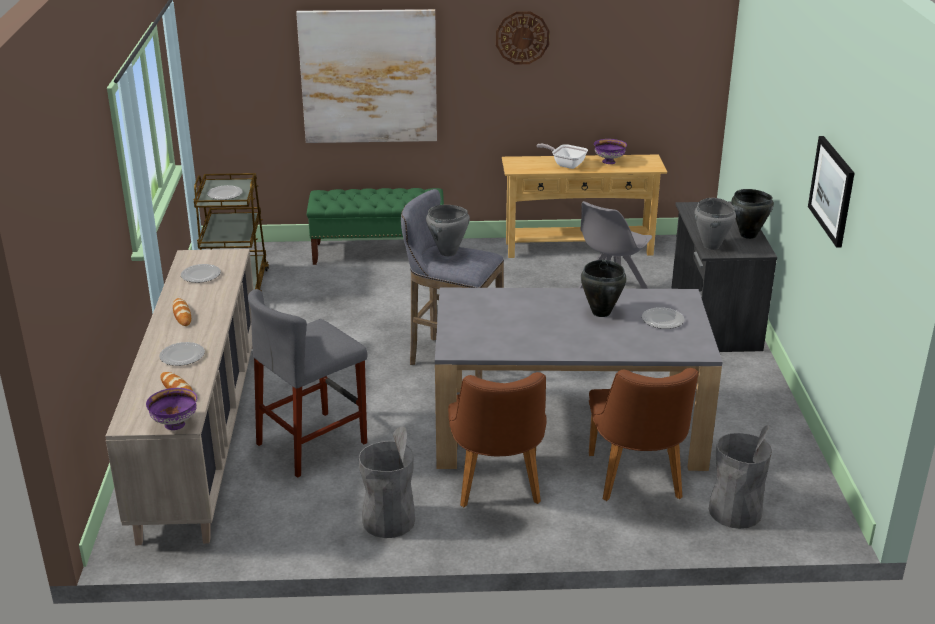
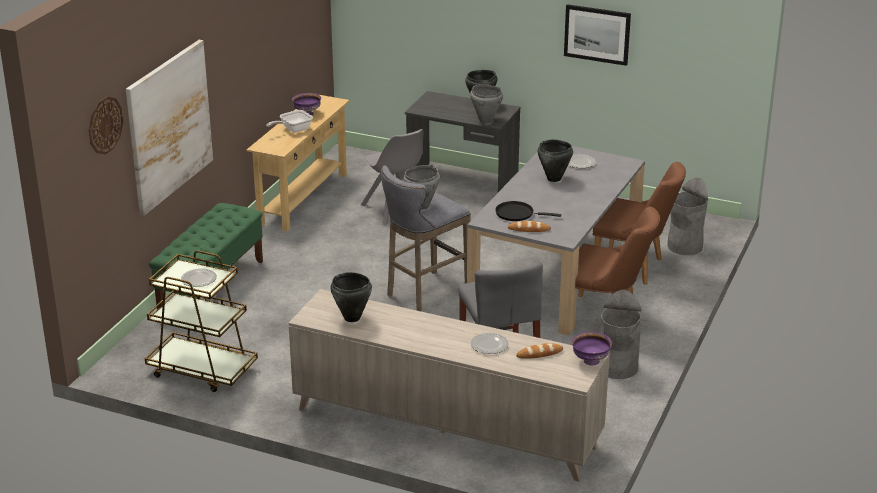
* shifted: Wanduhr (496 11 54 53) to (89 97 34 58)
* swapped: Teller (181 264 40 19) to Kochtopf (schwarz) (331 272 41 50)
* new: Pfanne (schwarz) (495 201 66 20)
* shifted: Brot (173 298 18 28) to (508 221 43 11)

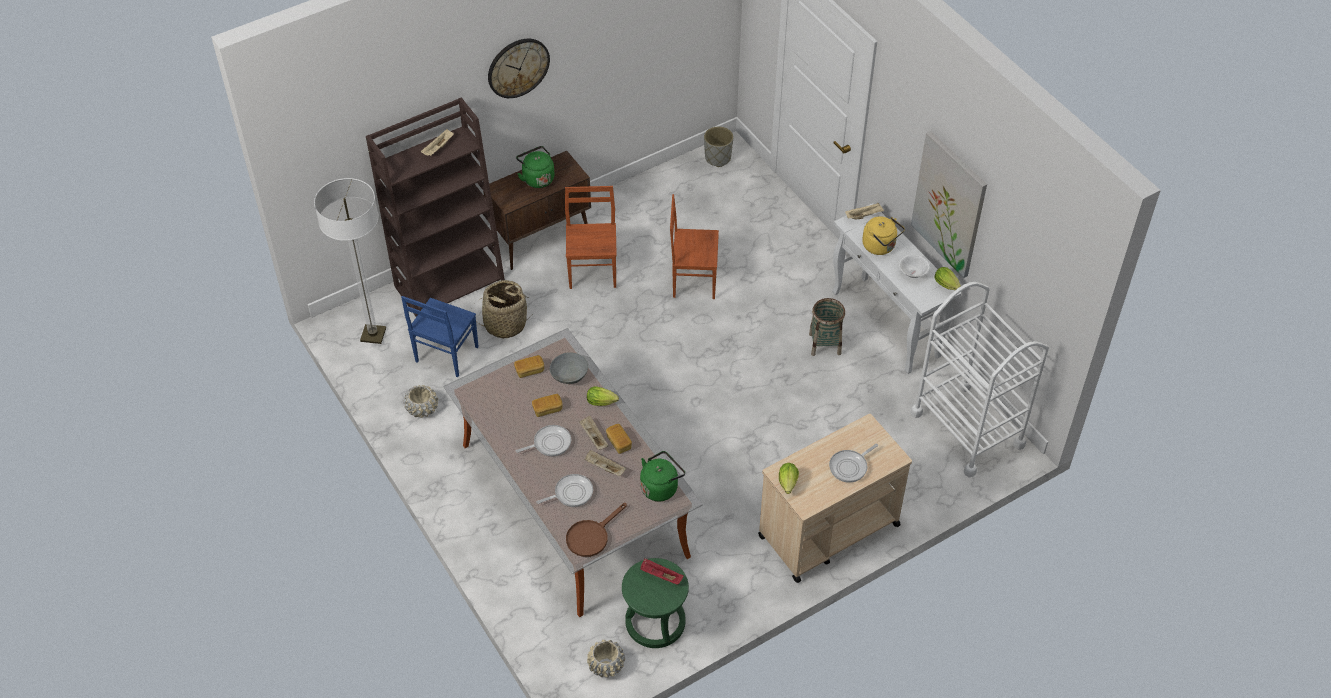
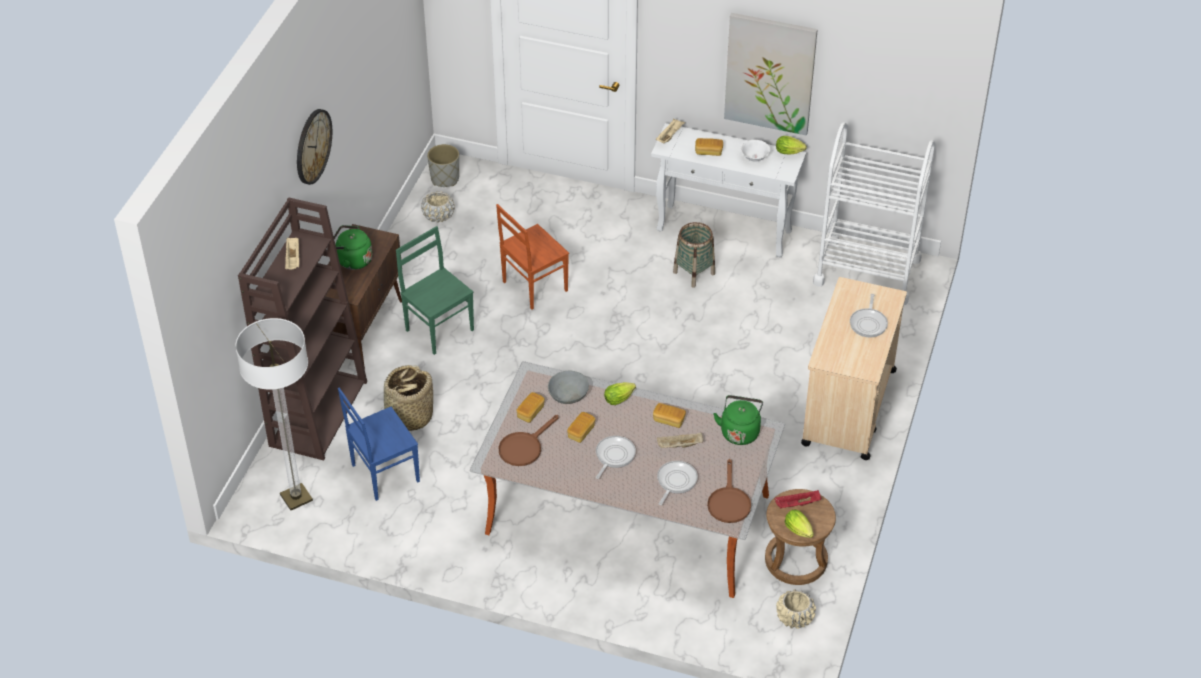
* rotated: Stuhl (blau) (401 296 78 81) = (338 388 82 113) 75 degrees clockwise
* repainted: Stuhl (braun) (565 186 52 103) to Stuhl (grün) (396 226 78 129)
* shifted: Pflanzkübel (beige) (404 385 34 33) to (421 192 34 31)
* new: Pfanne (braun) (499 415 59 51)
* swapped: Wasserkessel (gelb) (862 217 43 38) to Brot (695 138 28 18)
* repainted: Hocker (grün) (622 558 67 90) to Hocker (braun) (765 489 71 96)
* shifted: Salatkopf (779 463 20 31) to (785 510 29 28)
* gone: Tablett (beige) (579 416 29 34)

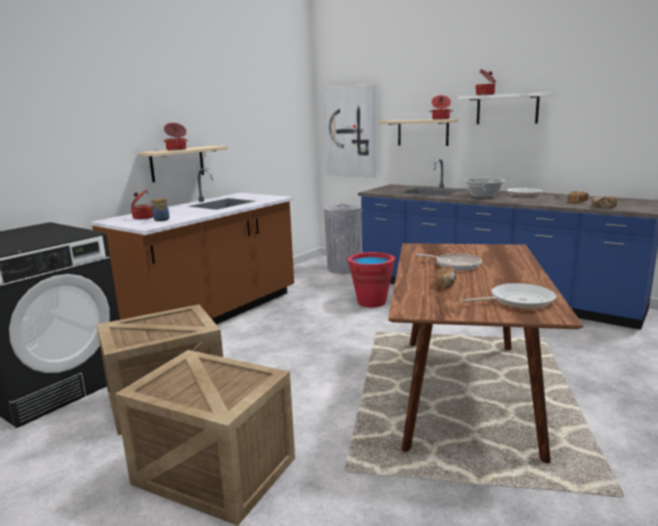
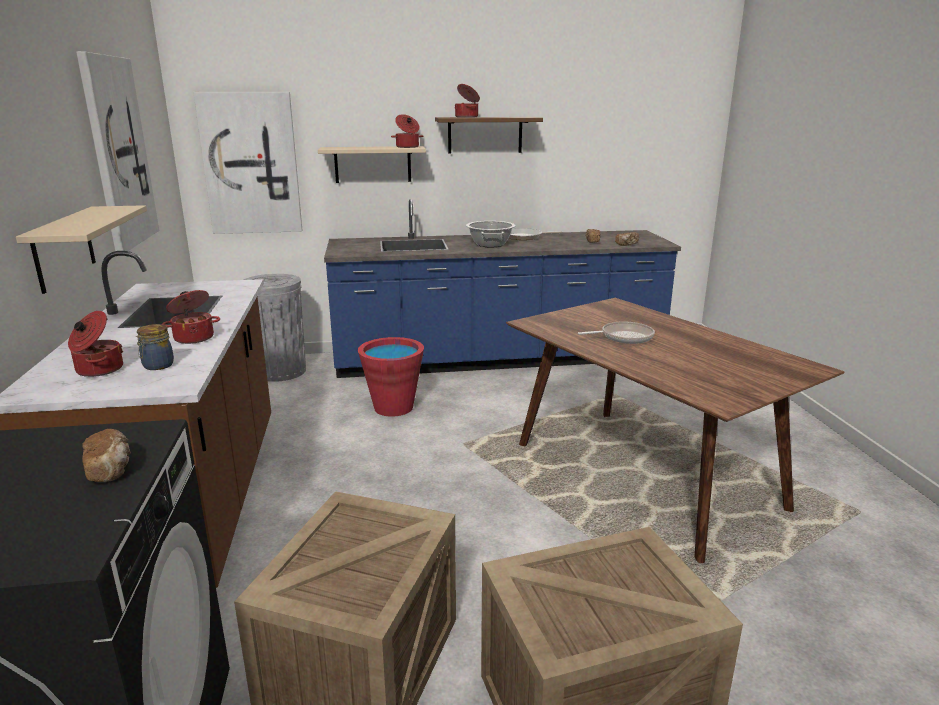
* new: Bild (76 51 83 200)
* shifted: Brot (436 266 21 22) to (82 429 49 53)
* shifted: Kochtopf (164 123 24 28) to (162 290 58 54)
* repainted: Wandregal (weiß) (457 92 94 32) to Wandregal (braun) (435 117 108 36)
* gone: Pfanne (461 283 95 26)

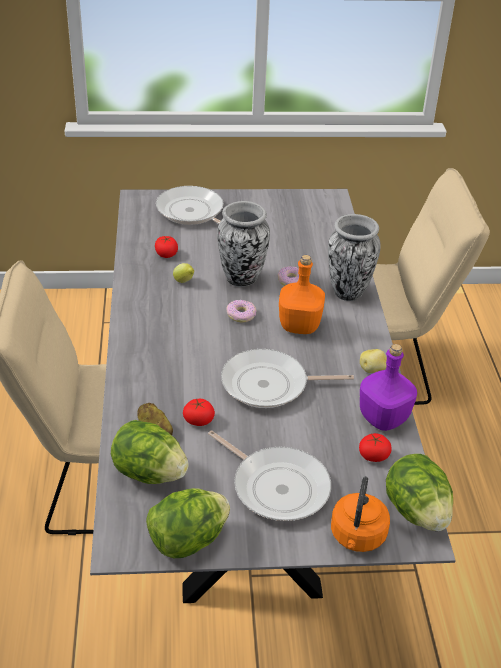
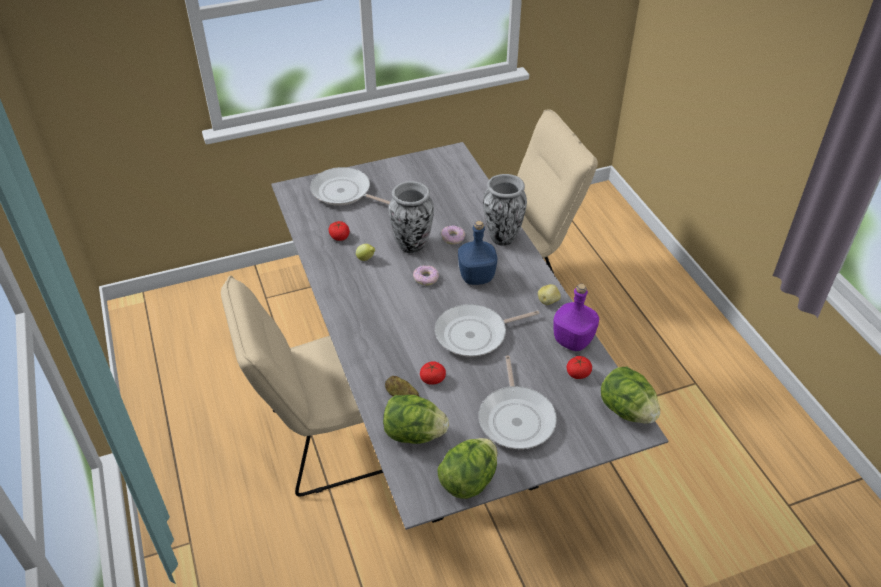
* repainted: Flasche (orange) (279 255 46 79) to Flasche (blau) (458 221 39 64)
* rotated: Pfanne (208 430 123 91) = (479 355 78 94) 60 degrees clockwise
* gone: Wasserkessel (orange) (331 477 59 75)

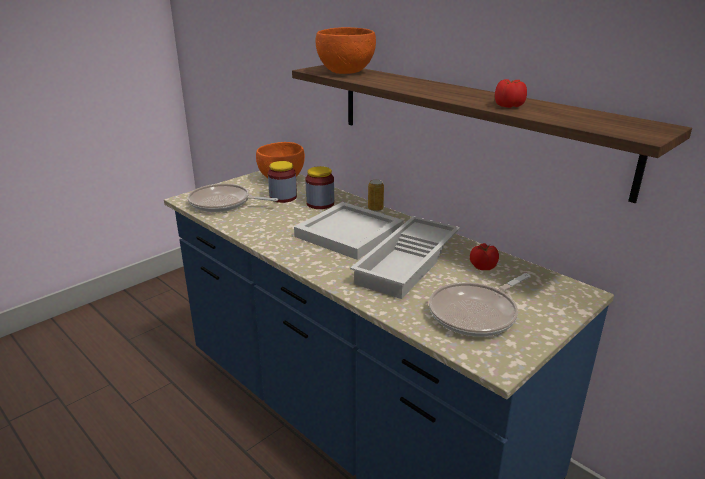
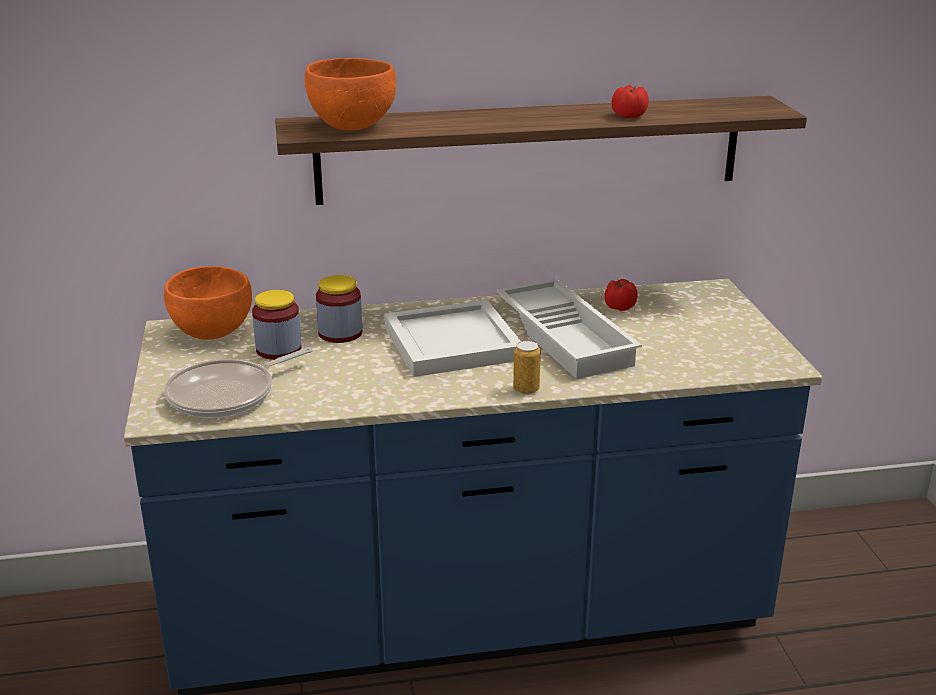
* shifted: Dose (368 180 16 32) to (513 341 28 54)
* gone: Pfanne (429 273 102 64)

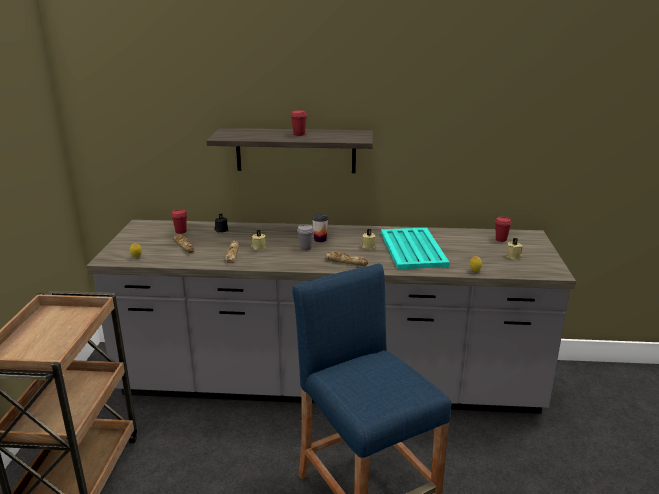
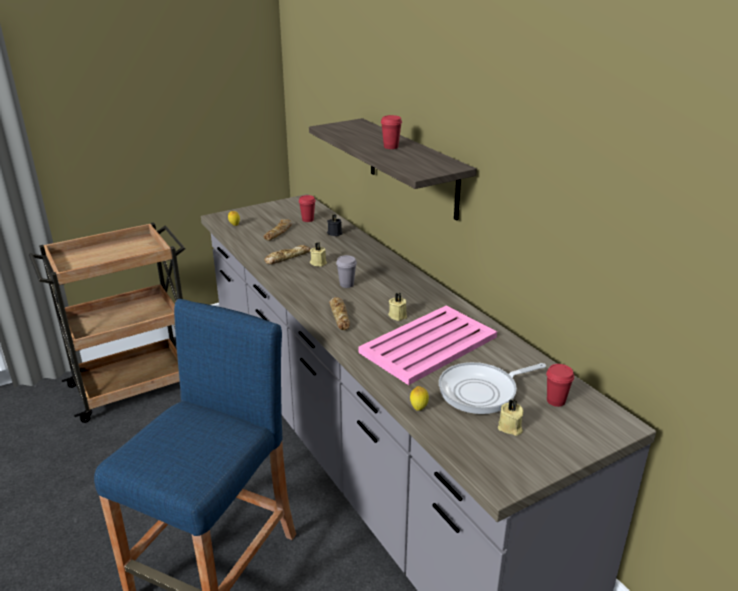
* repainted: Tablett (türkis) (381 228 69 41) to Tablett (rosa) (358 306 139 79)
* new: Pfanne (439 362 107 52)
* gone: Tasse (312 213 17 29)

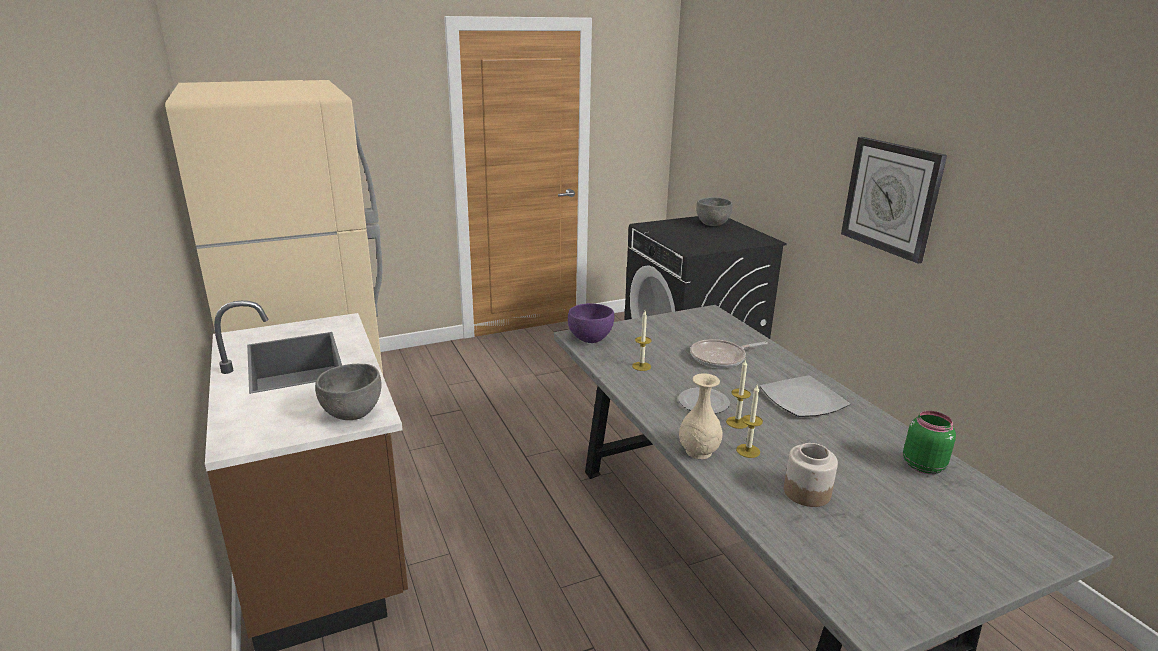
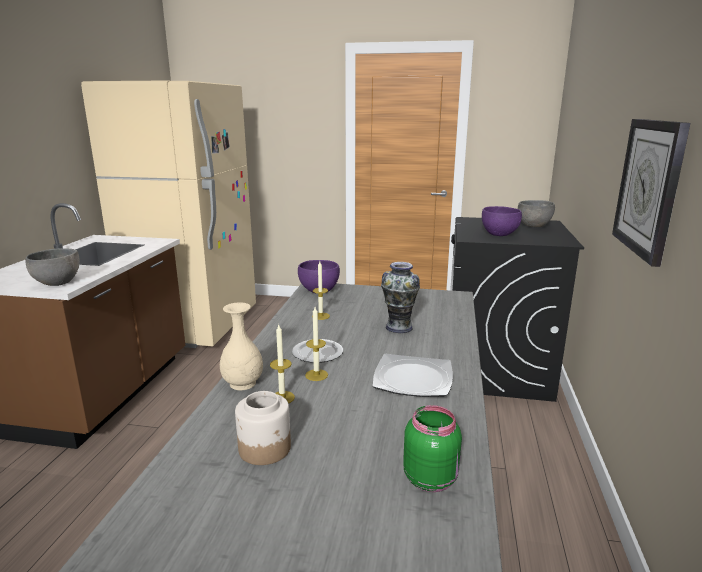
* swapped: Pfanne (690 339 78 29) to Vase (381 262 39 71)
* new: Schüssel (lila) (482 206 40 30)

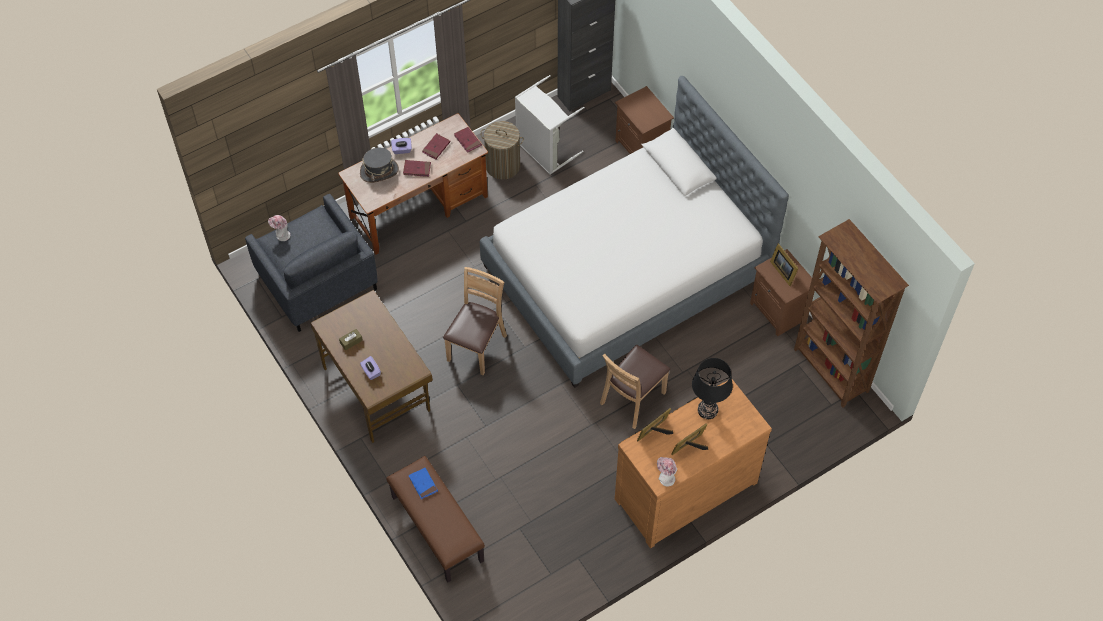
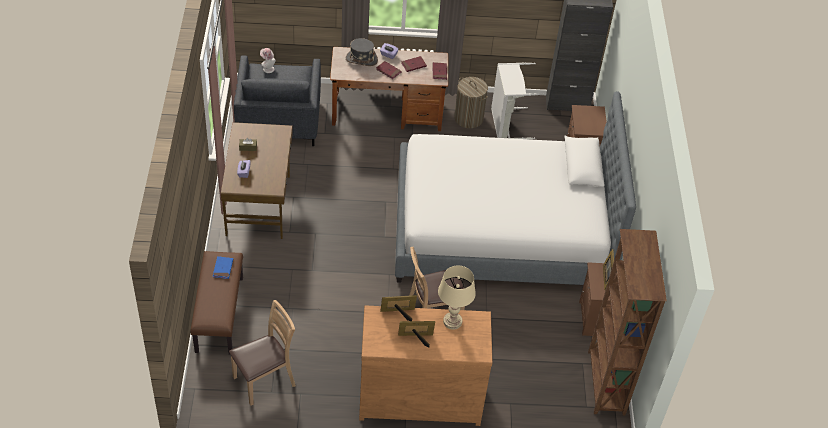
* shifted: Stuhl (braun) (443 267 64 109) to (229 300 67 106)
* repainted: Tischlampe (schwarz) (692 358 41 61) to Tischlampe (beige) (438 265 38 65)
* gone: Hut (657 457 20 30)

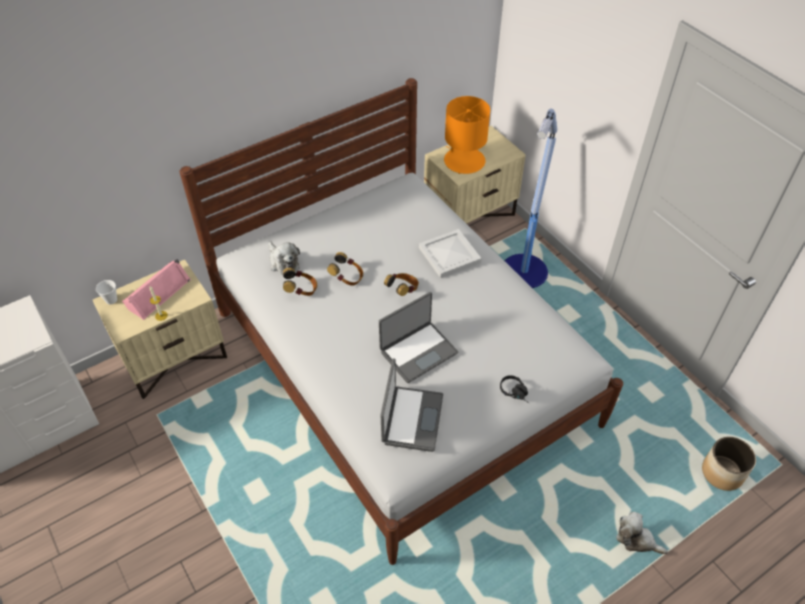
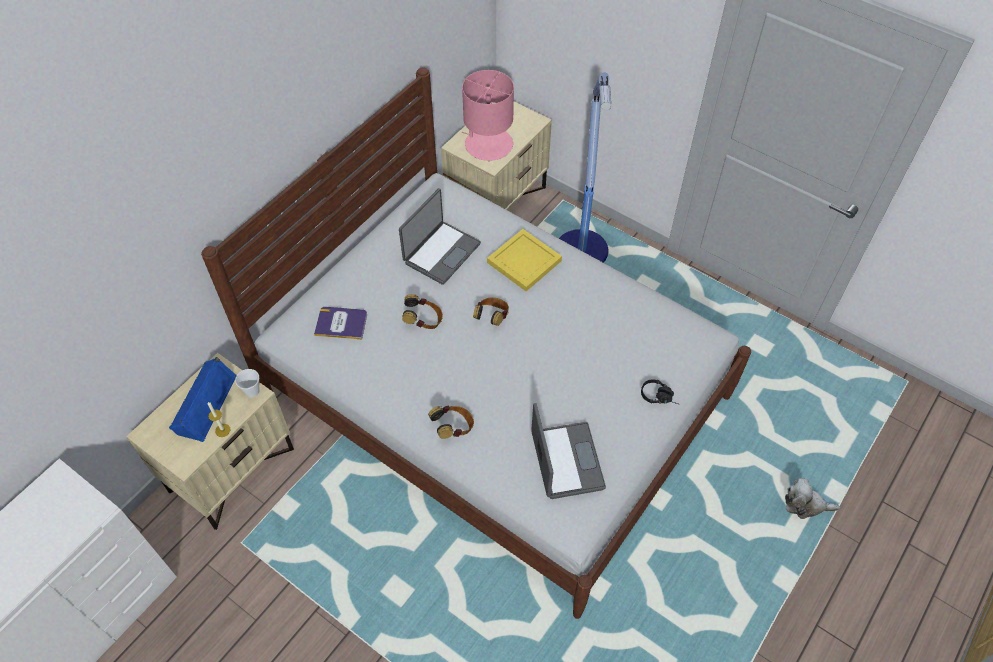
* repainted: Lautsprecher (rosa) (122 259 69 61) to Lautsprecher (blau) (169 357 68 85)
* shifted: Tasse (96 280 21 25) to (235 369 24 28)
* swapped: Plüschtier (269 242 31 33) to Buch (314 307 53 32)
* shifted: Laptop (379 292 79 91) to (399 188 82 97)
* shifted: Kopfhörer (283 267 34 29) to (428 406 46 33)
* repainted: Tischlampe (orange) (444 96 46 78) to Tischlampe (rosa) (462 70 52 92)
* repainted: Tablett (weiß) (419 229 63 49) to Tablett (gelb) (487 229 75 62)
* gone: Pflanzkübel (702 437 54 54)

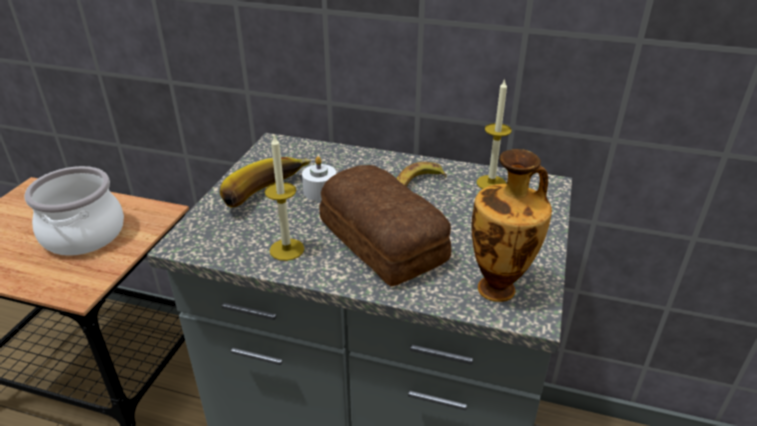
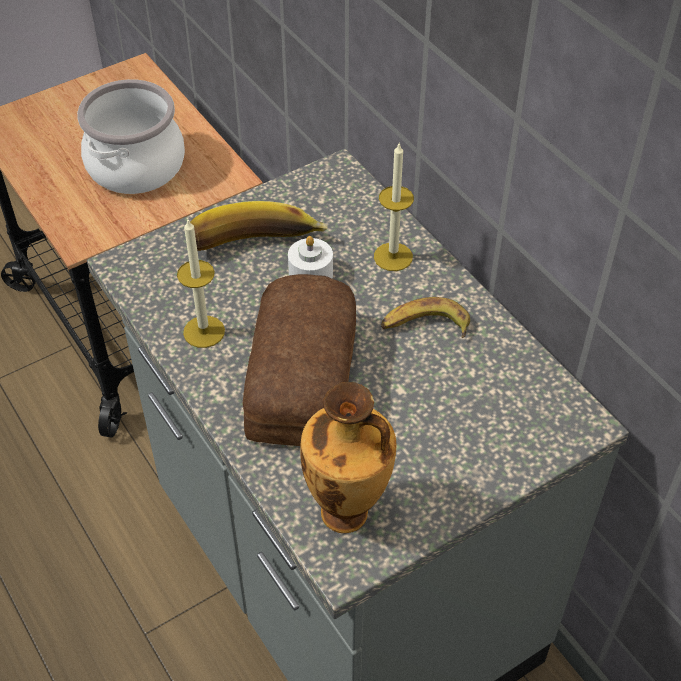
* shifted: Kerze (477 78 35 111) to (374 142 40 129)

